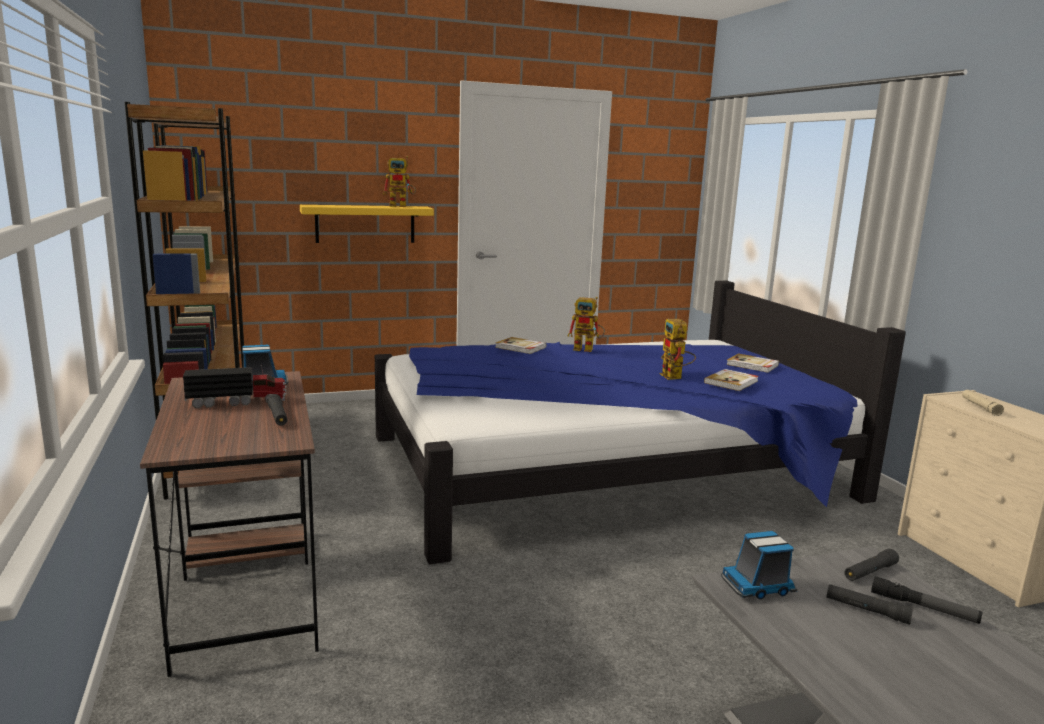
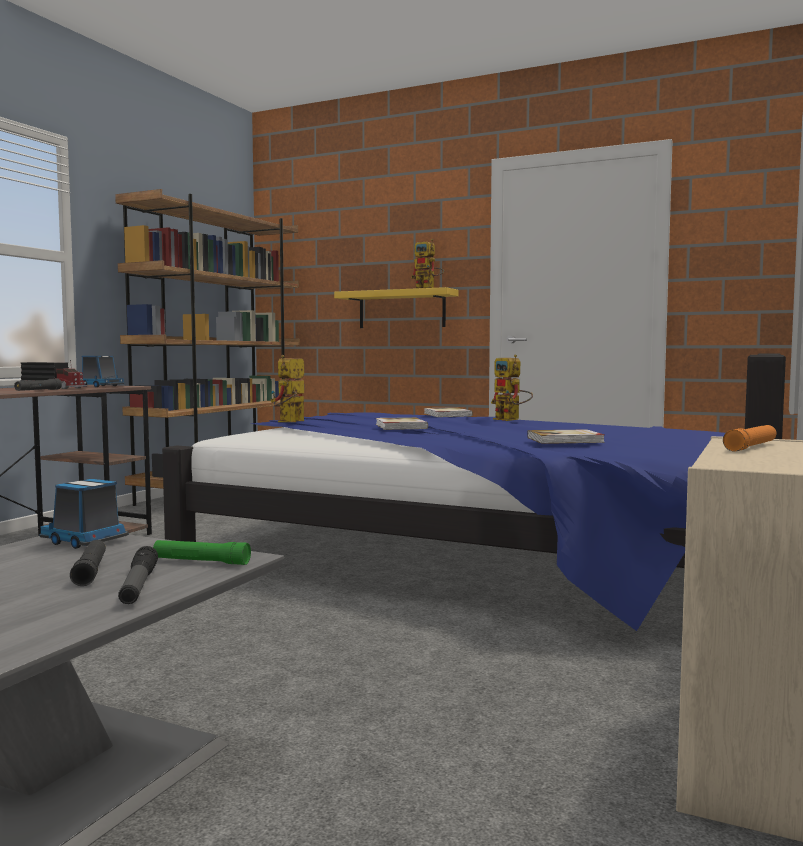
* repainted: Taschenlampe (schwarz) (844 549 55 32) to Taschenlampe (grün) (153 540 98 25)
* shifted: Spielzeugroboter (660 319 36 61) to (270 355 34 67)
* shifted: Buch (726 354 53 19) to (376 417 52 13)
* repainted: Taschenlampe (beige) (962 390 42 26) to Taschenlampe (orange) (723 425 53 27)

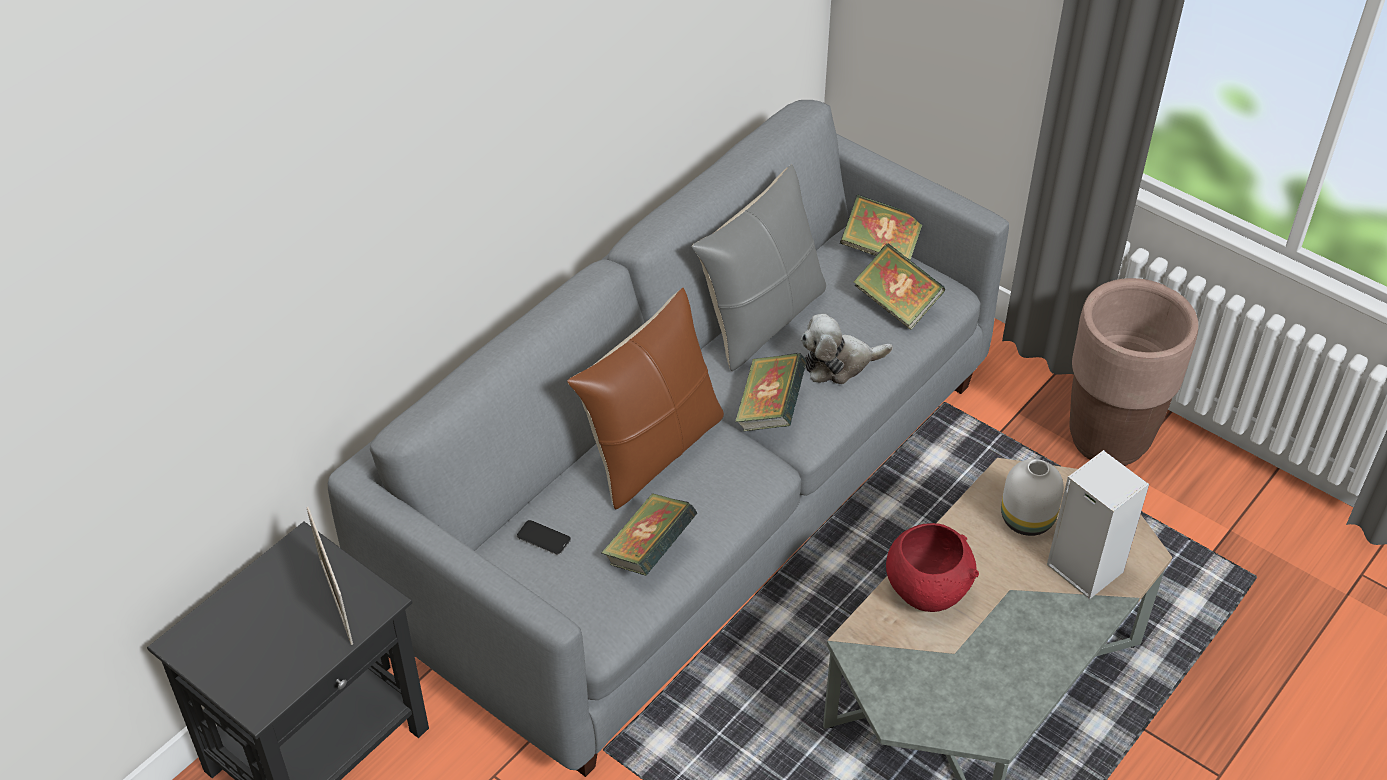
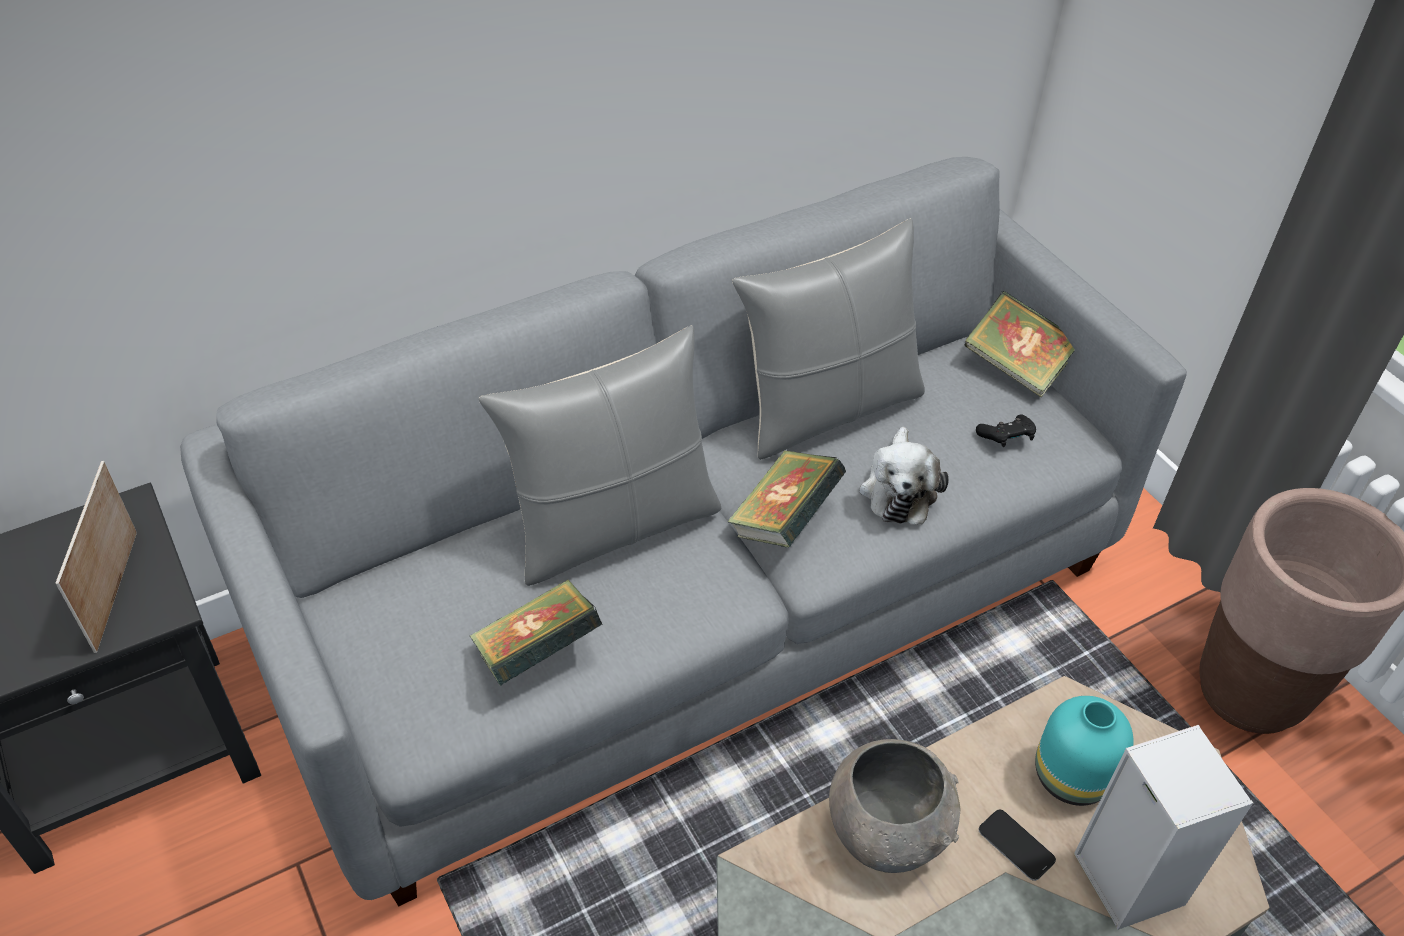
* repainted: Kissen (braun) (567 288 157 221) to Kissen (grau) (478 325 244 261)
* repainted: Schüssel (rot) (886 523 93 89) to Schüssel (grau) (829 739 131 134)
* rotated: Plüschtier (801 314 92 70) = (859 427 90 98) 90 degrees counterclockwise
* swapped: Buch (853 243 92 87) to Gamepad (schwarz) (976 414 60 33)
* shifted: Handy (517 520 54 35) to (978 809 78 72)
* repainted: Vase (weiß) (1001 459 63 77) to Vase (türkis) (1035 696 99 110)

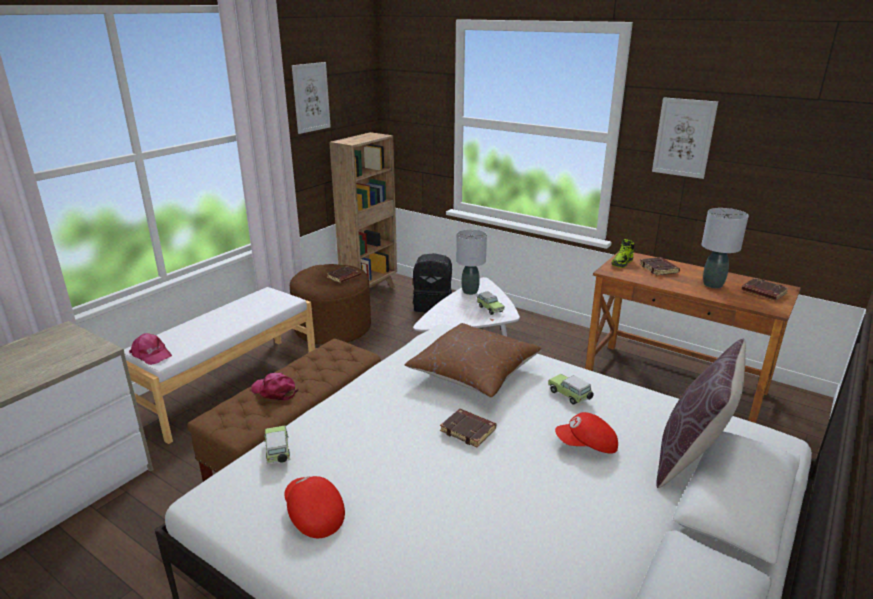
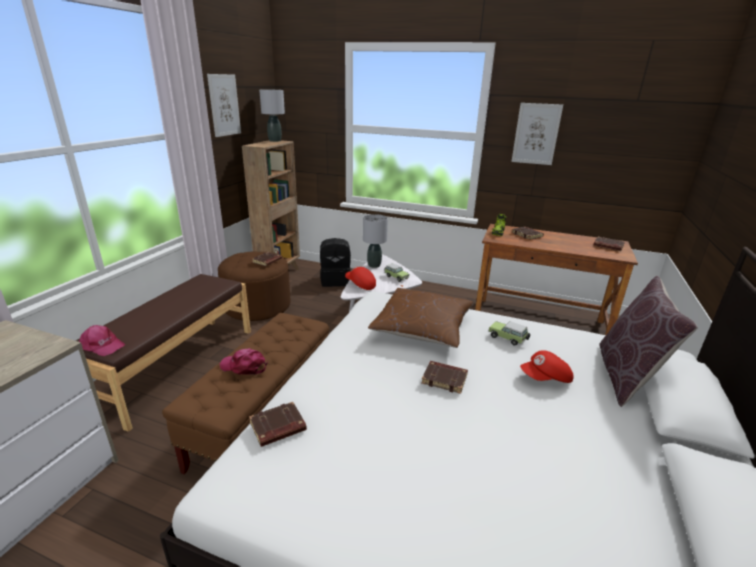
* repainted: Bank (weiß) (124 287 191 157) to Bank (braun) (76 274 175 158)
* swapped: Spielzeugauto (263 426 27 38) to Buch (braun) (249 402 58 45)
* shifted: Tischlampe (grau) (702 208 47 80) to (259 89 26 53)
* shifted: Kappe (rot) (284 476 61 62) to (345 267 31 23)

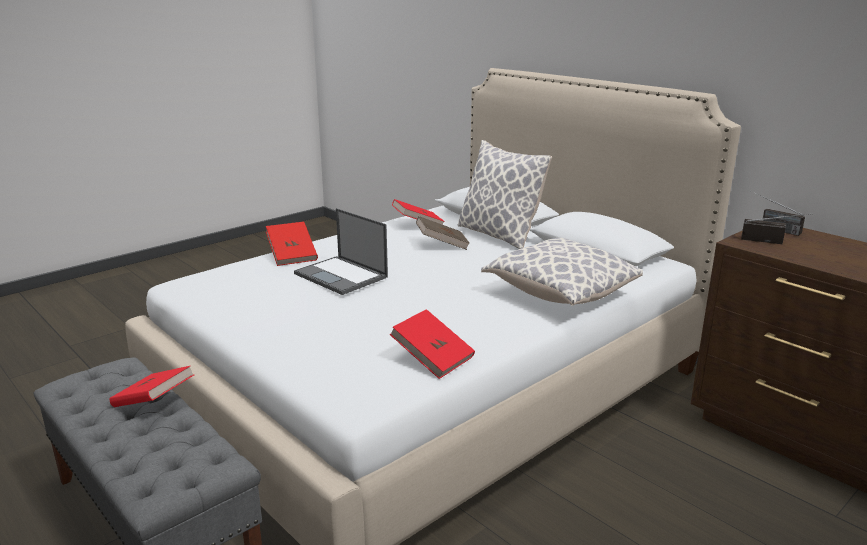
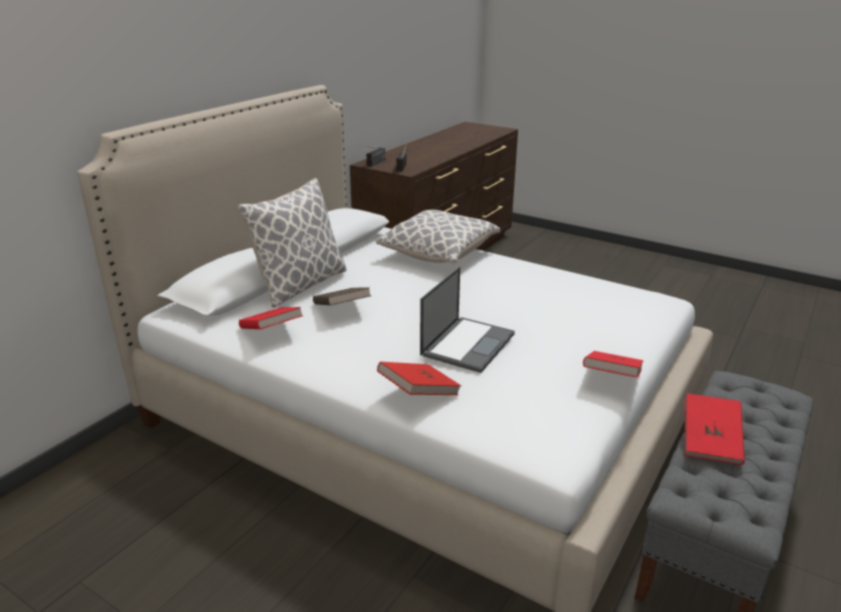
* shifted: Buch (rot) (390 309 85 70) to (583 351 61 27)

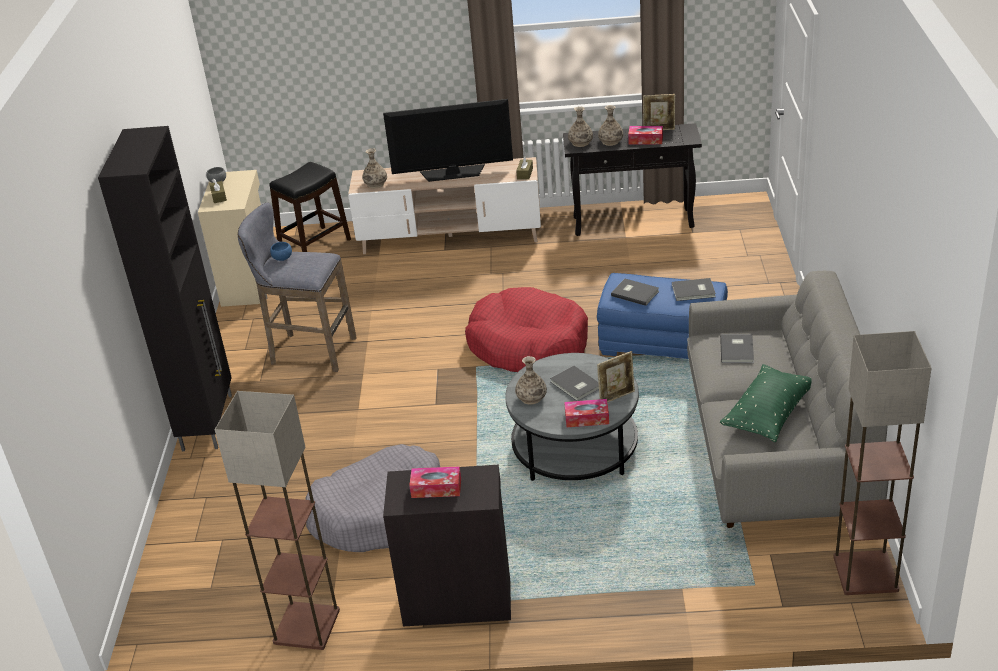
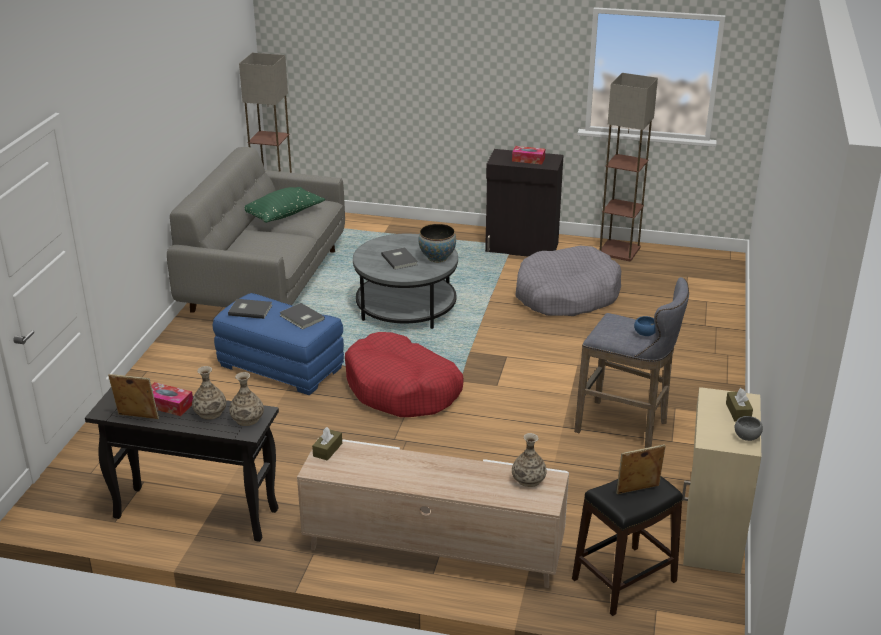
* swapped: Vase (515 356 32 49) to Schüssel (418 224 38 38)
* shifted: Bilderrahmen (597 351 38 52) to (616 444 49 50)
* gone: Schrank (schwarz) (98 126 134 325)
* gone: Fernseher (383 99 130 83)
* gone: Taschentuchbox (564 399 45 28)
* gone: Buch (grau) (720 334 34 29)

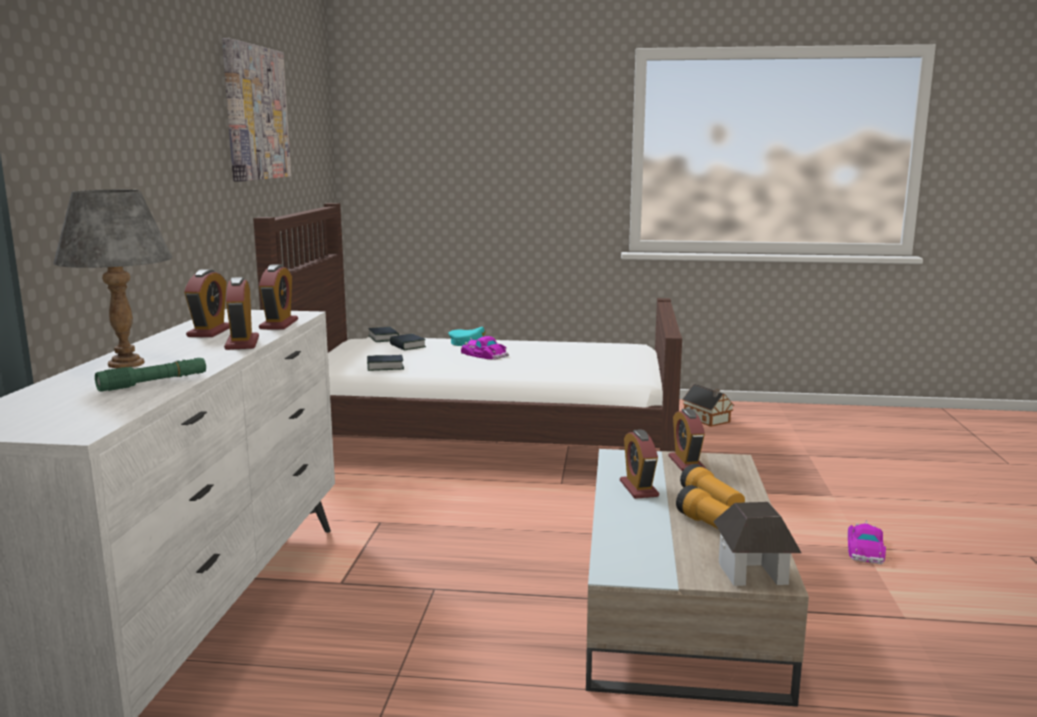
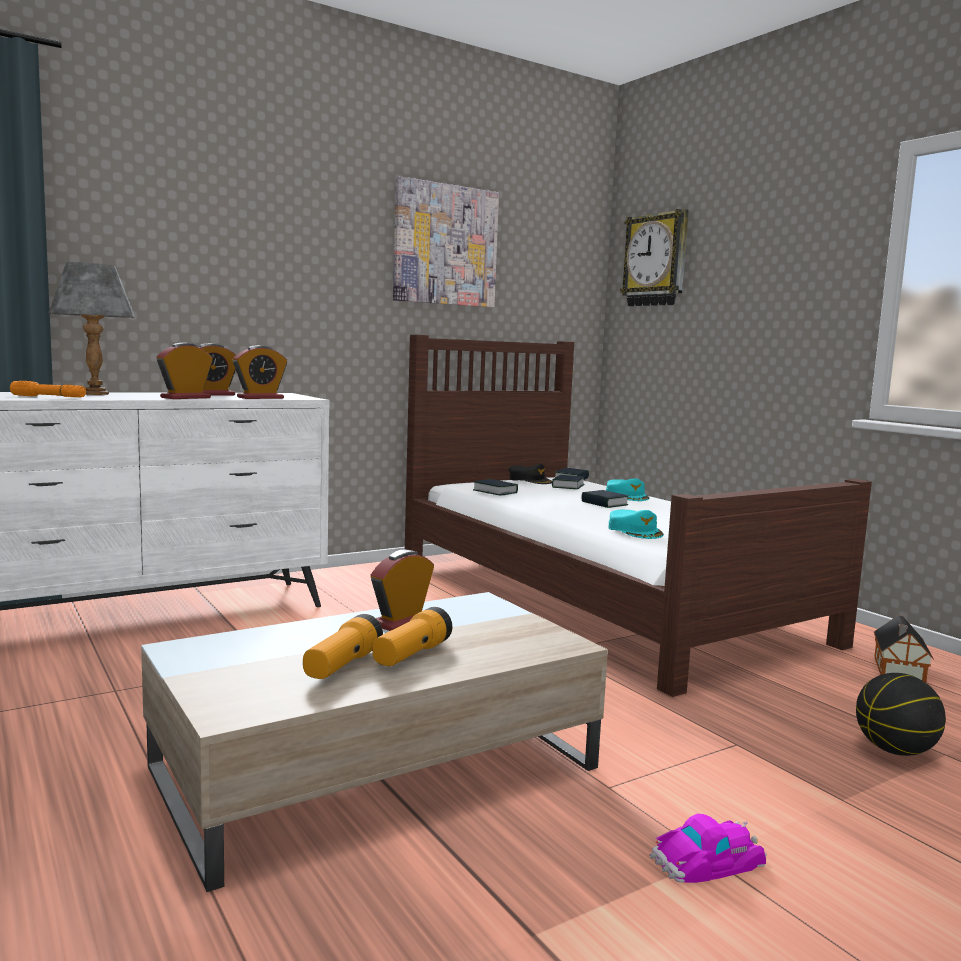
* repainted: Taschenlampe (grün) (95 358 111 34) to Taschenlampe (orange) (10 381 76 16)
* new: Kappe (schwarz) (509 464 43 20)
* swapped: Spielzeugauto (461 336 48 24) to Buch (581 490 48 18)
* new: Kappe (türkis) (608 510 56 29)
* new: Wanduhr (620 209 69 97)
* new: Basketball (856 673 90 83)
* gone: Wecker (669 409 37 63)
* gone: Spielzeughaus (713 502 89 84)

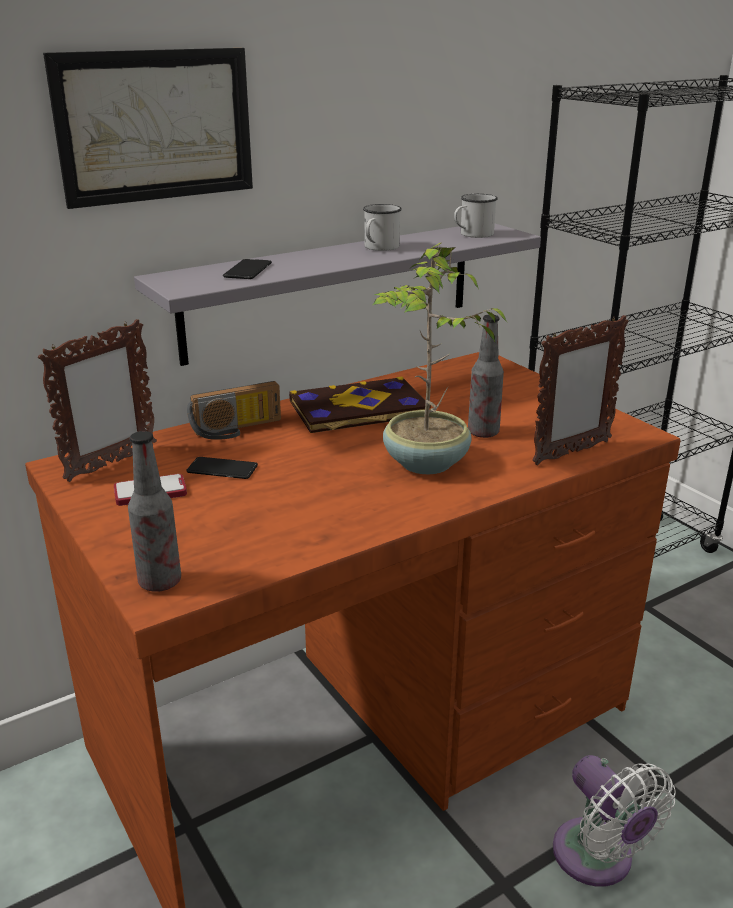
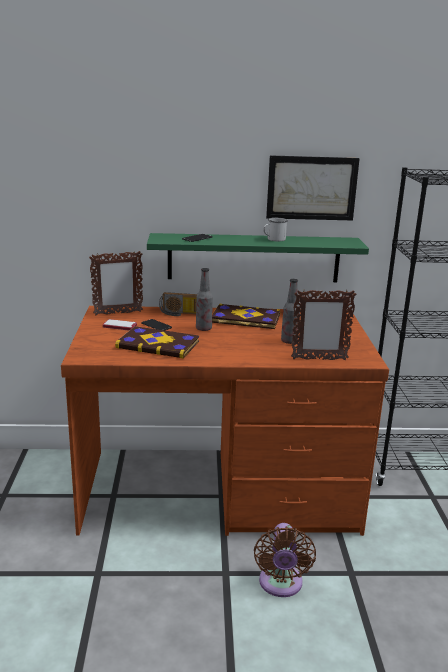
* new: Buch (115 326 84 33)
* repainted: Wandregal (grau) (134 224 407 142) to Wandregal (grün) (147 233 222 49)
* shifted: Flasche (128 431 53 161) to (196 268 17 63)
* repainted: Ventilator (weiß) (553 755 123 132) to Ventilator (braun) (254 523 62 74)
* shifted: Bild (43 48 210 161) to (266 155 94 66)
* gone: Topfpflanze (373 242 134 232)
* gone: Henkelbecher (weiß) (454 194 44 44)

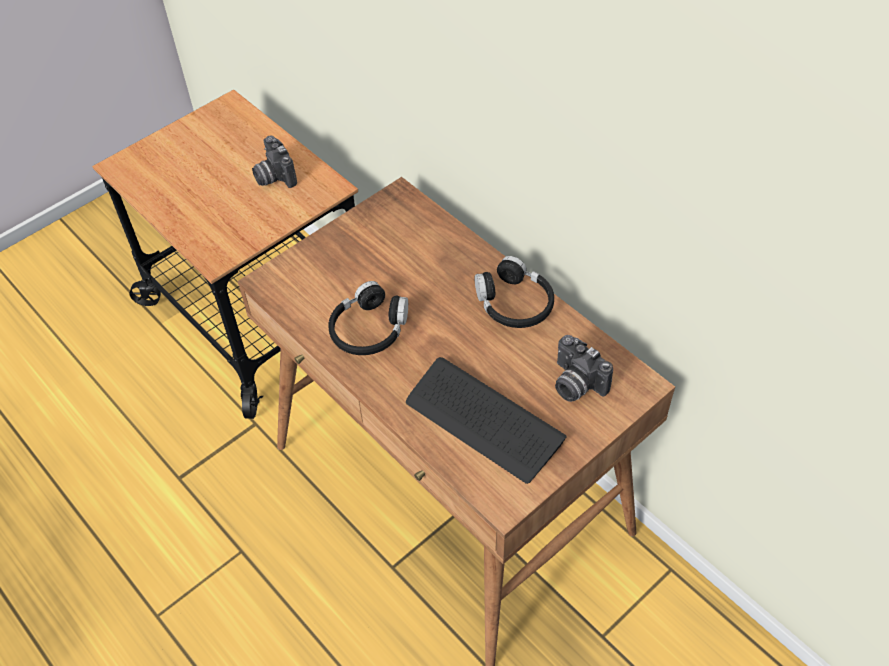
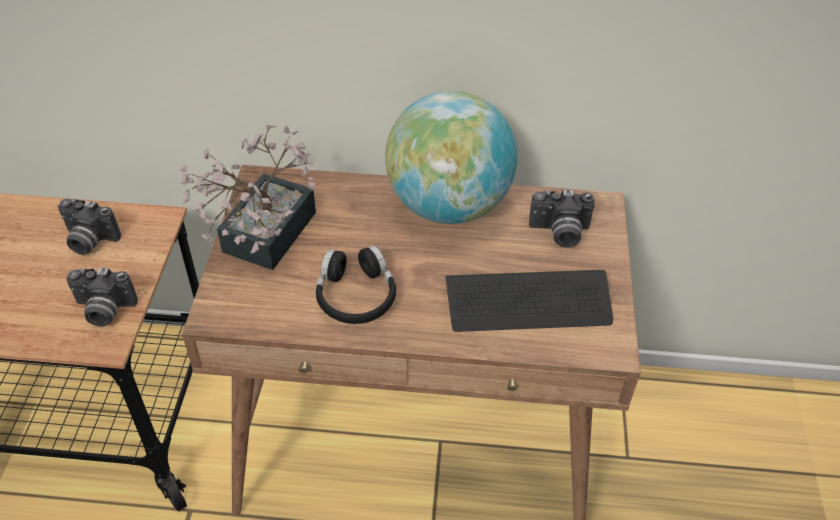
* new: Kamera (66 268 72 59)
* new: Topfpflanze (180 124 136 146)
* swapped: Kopfhörer (schwarz) (475 256 79 72) to Globus (385 91 132 133)

